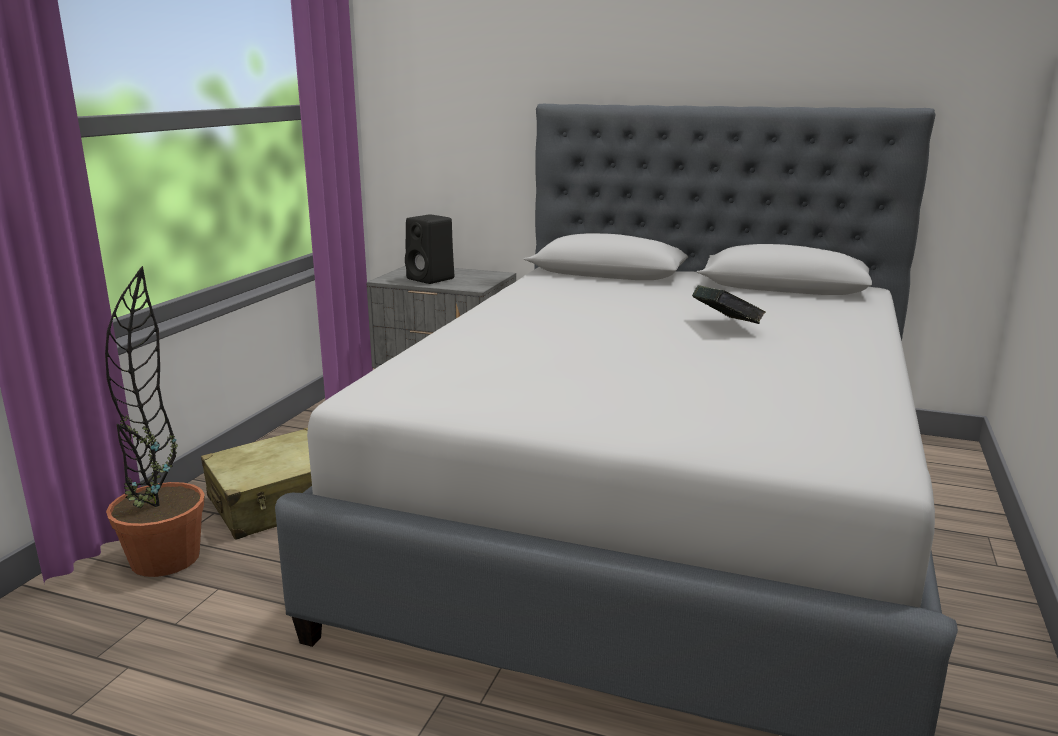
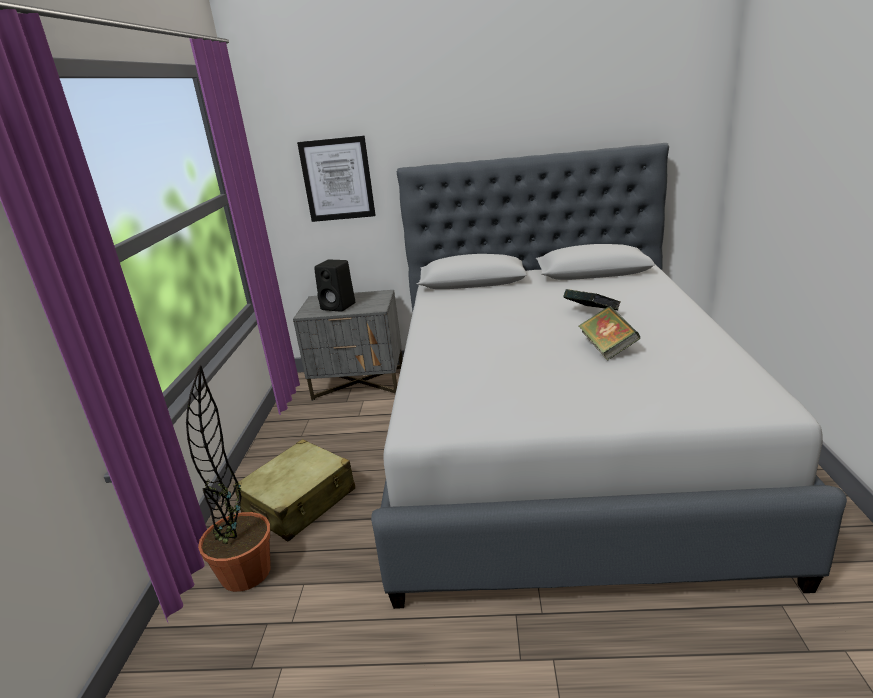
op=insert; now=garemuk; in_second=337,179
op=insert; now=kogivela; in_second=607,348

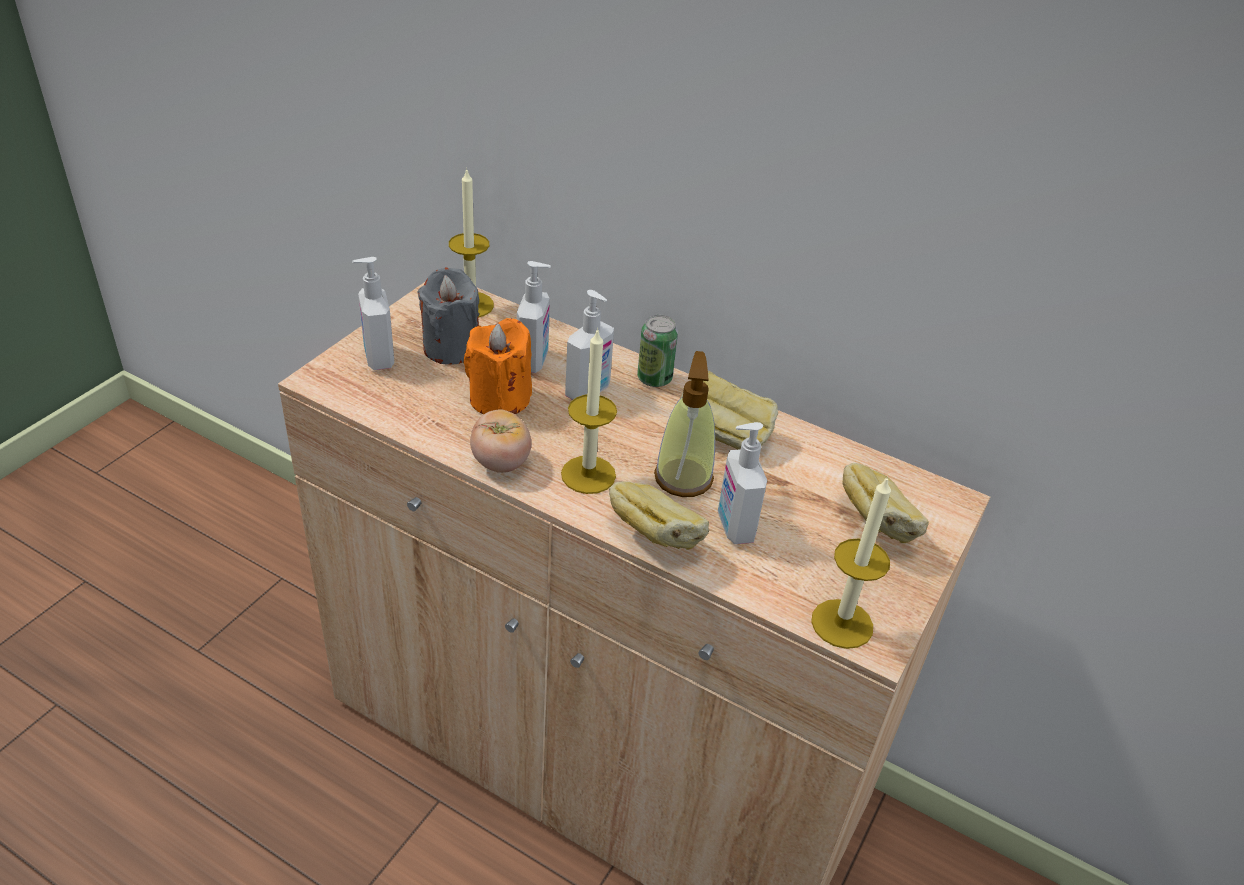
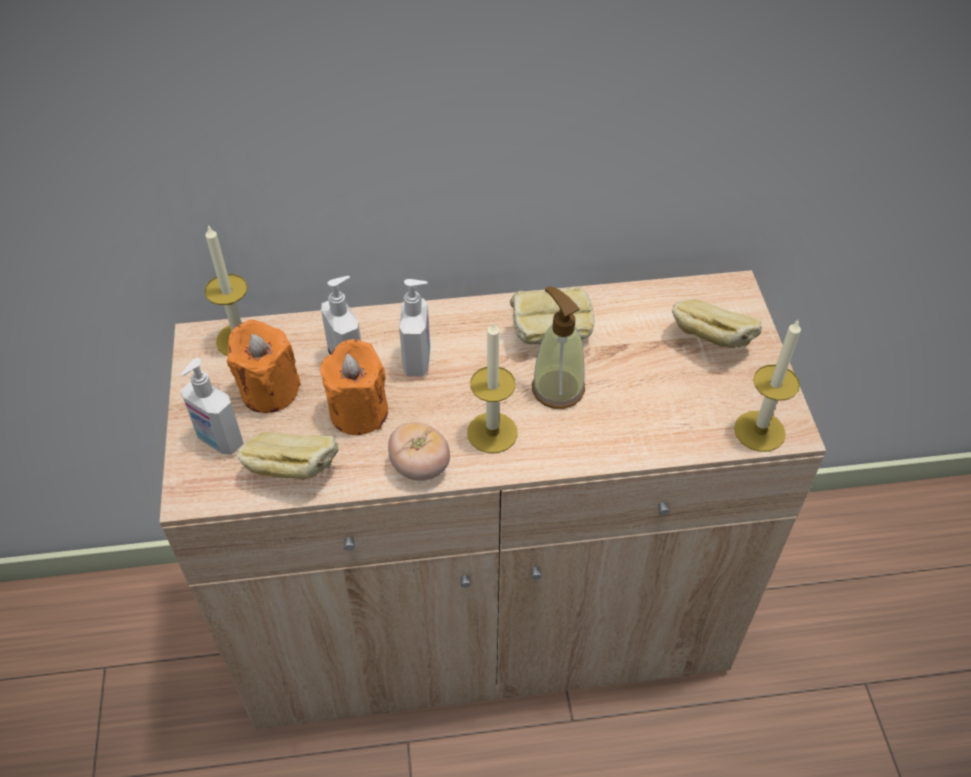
op=recolor; was=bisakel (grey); now=bisakel (orange); in_first=451,348; in_second=269,390
op=move; was=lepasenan; in_first=653,540; in_second=293,474
op=delete; was=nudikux; in_first=654,378
op=delete; was=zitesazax; in_first=734,526

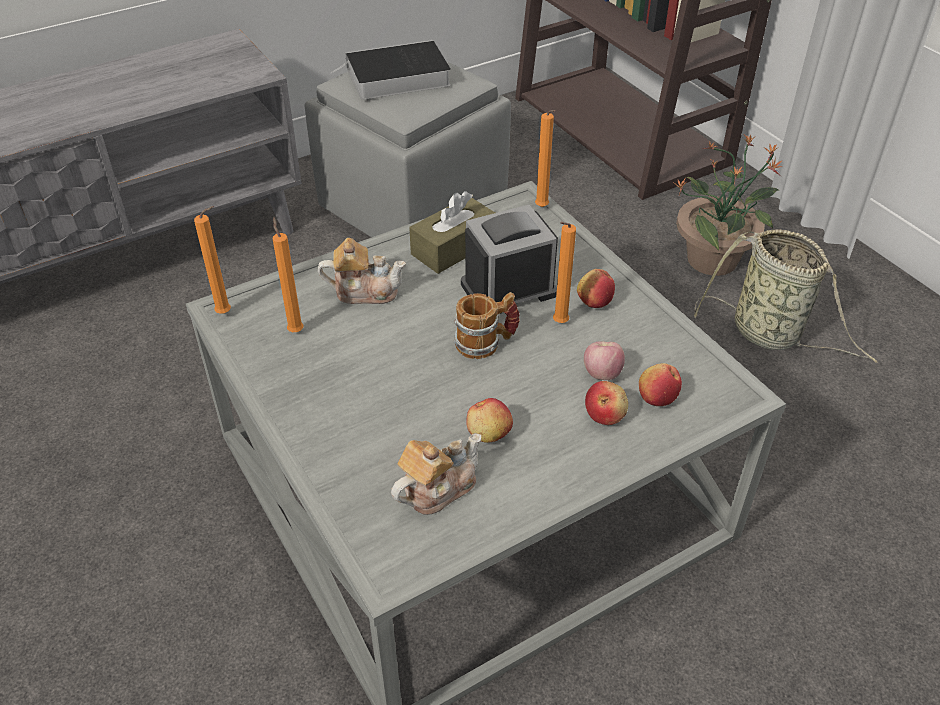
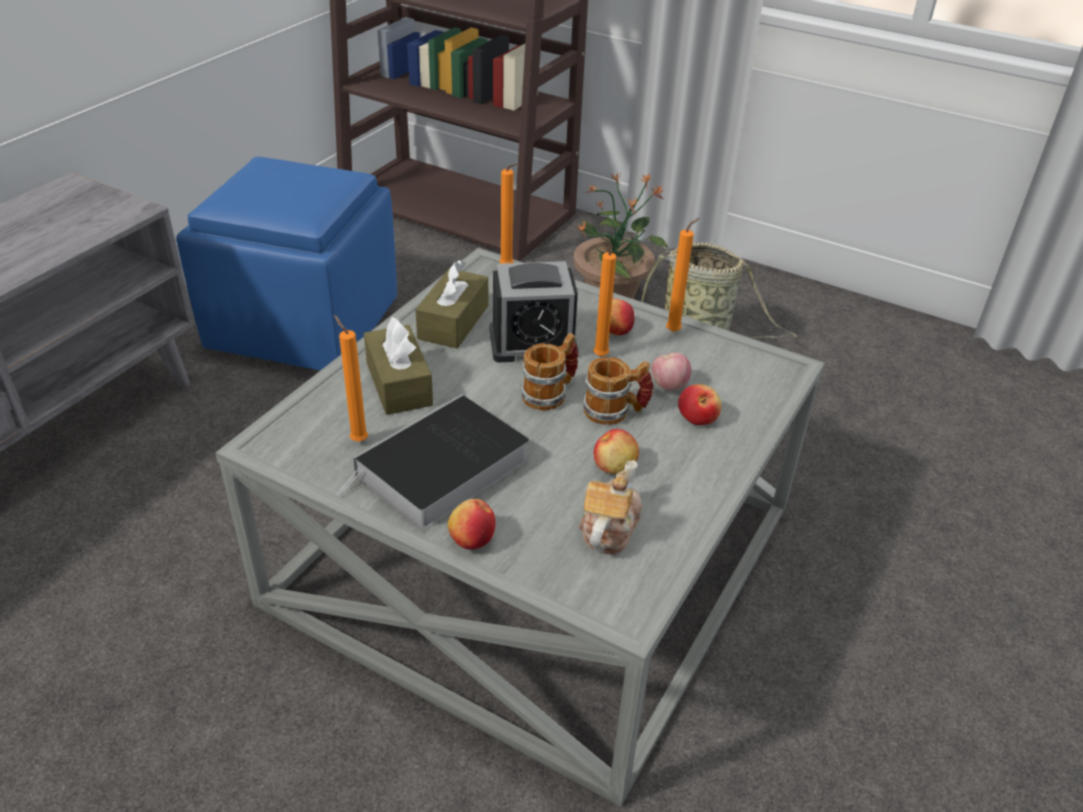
op=recolor; was=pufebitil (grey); now=pufebitil (blue); in_first=415,207; in_second=306,324
op=move; was=kogivela; in_first=395,77; in_second=440,471
op=replace; was=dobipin; now=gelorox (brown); in_first=365,291; in_second=399,384
op=move; was=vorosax; in_first=657,397; in_second=472,538
op=rotate; was=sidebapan; in_first=508,289; in_second=533,342; clockwise=-135
op=insert; now=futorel; in_second=615,411
op=move; was=bisakel (orange); in_first=226,313; in_second=675,331

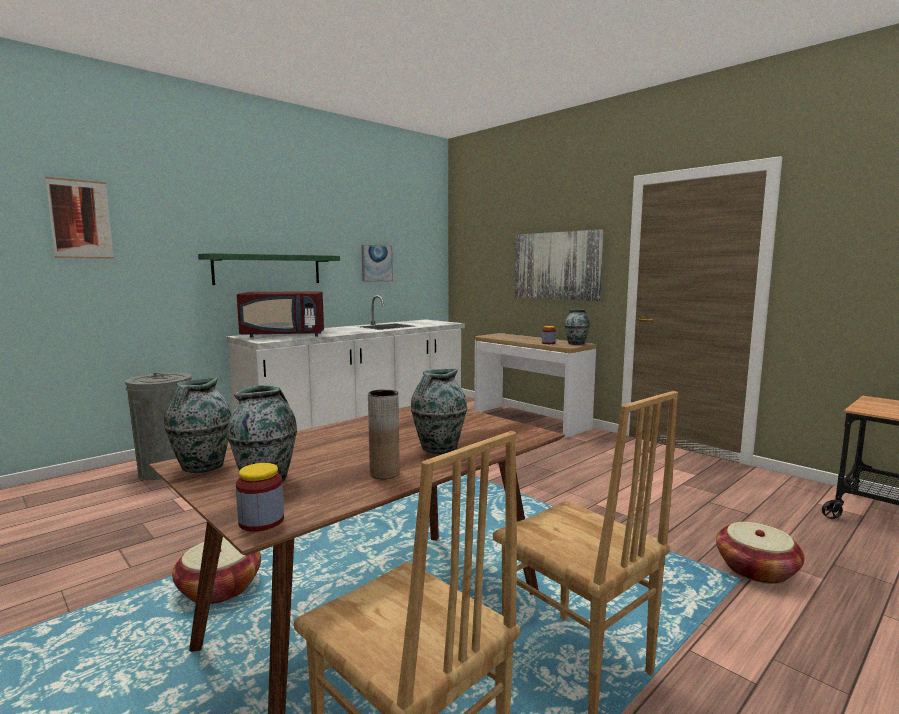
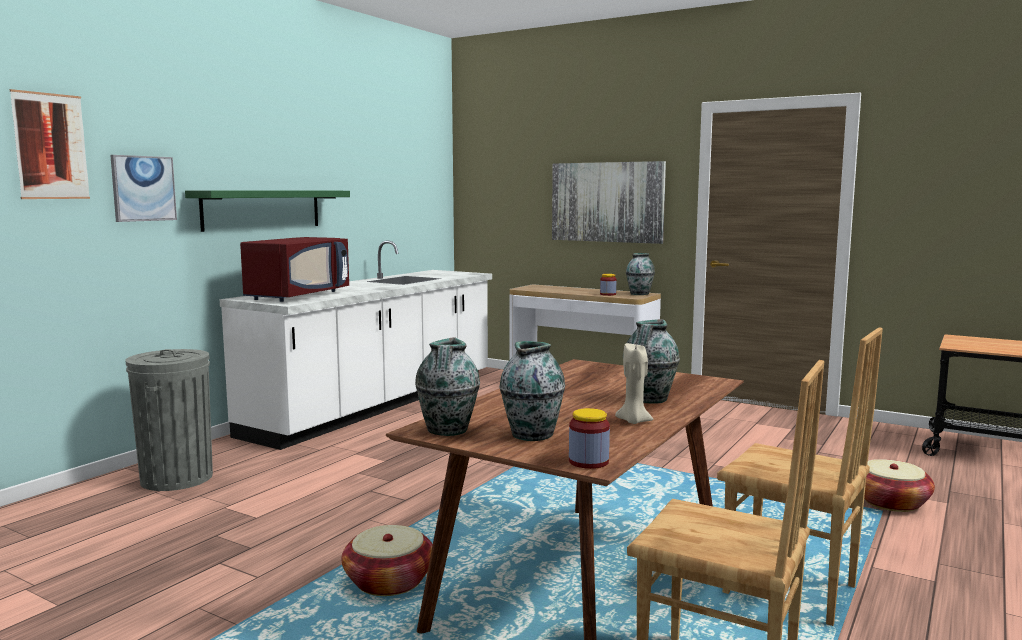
op=move; was=garemuk; in_first=376,263; in_second=143,188
op=rotate; was=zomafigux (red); in_first=284,335; in_second=298,296; clockwise=-45
op=replace; was=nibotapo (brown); now=bisakel (beige); in_first=384,473; in_second=633,421

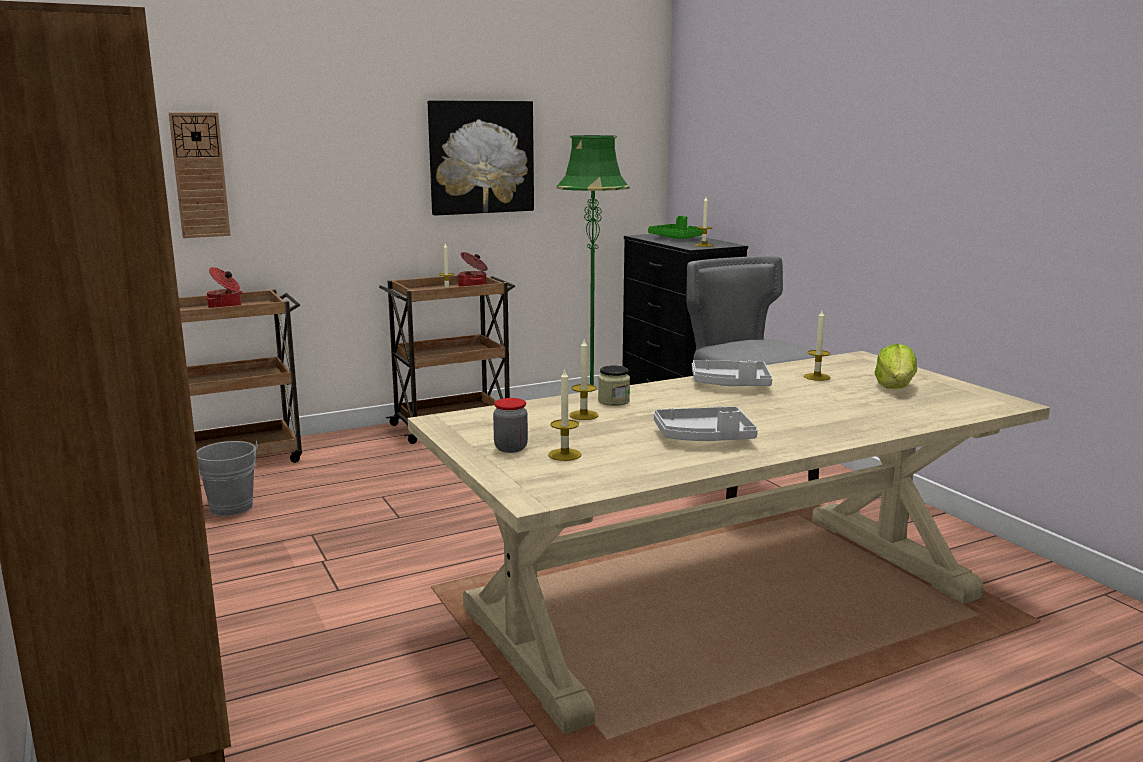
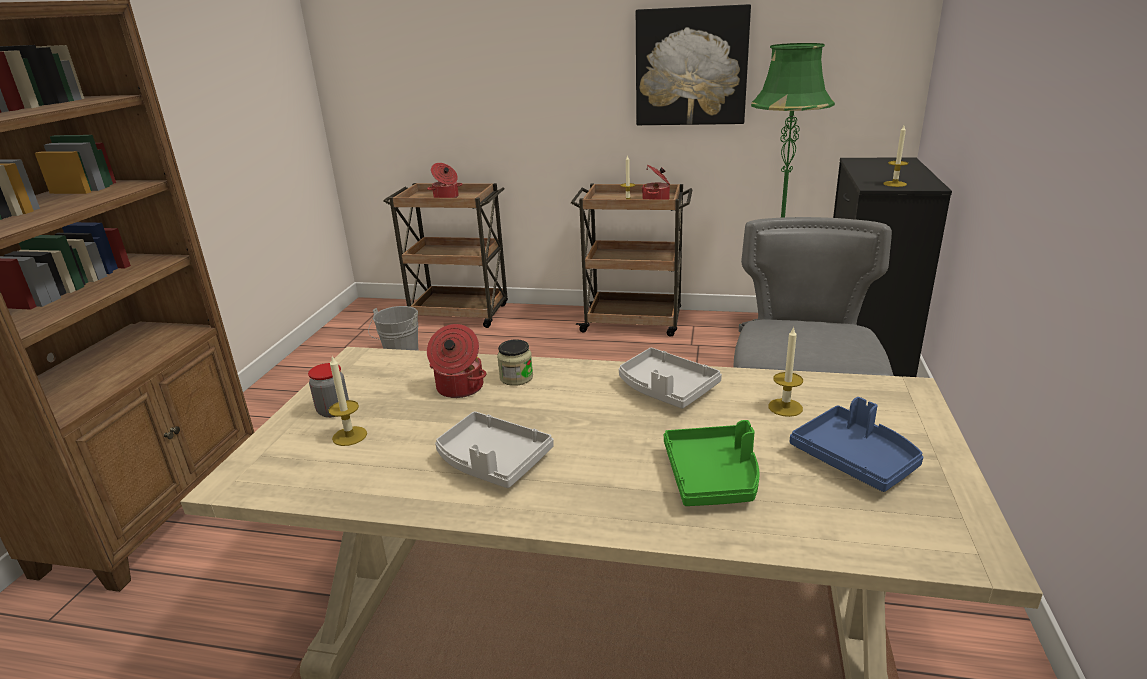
op=replace; was=bisakel; now=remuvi; in_first=583,415; in_second=459,388
op=move; was=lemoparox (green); in_first=677,238; in_second=713,477
op=replace; was=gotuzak; now=lemoparox (blue); in_first=895,387; in_second=855,459
op=delete; was=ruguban; in_first=200,175

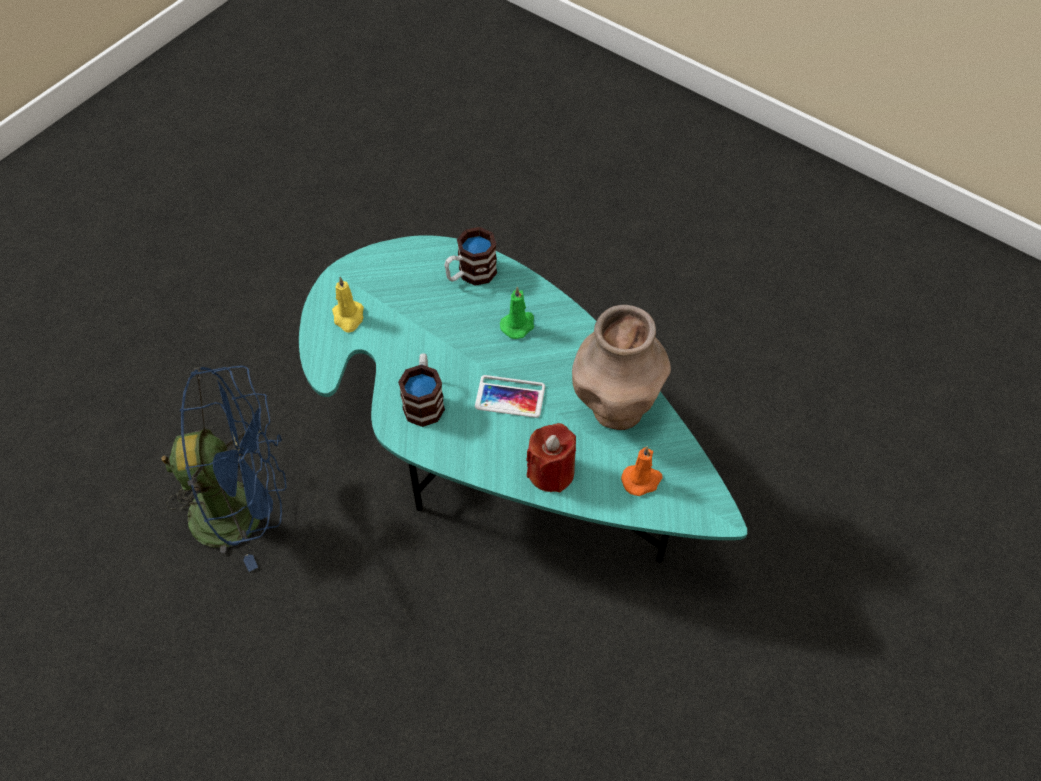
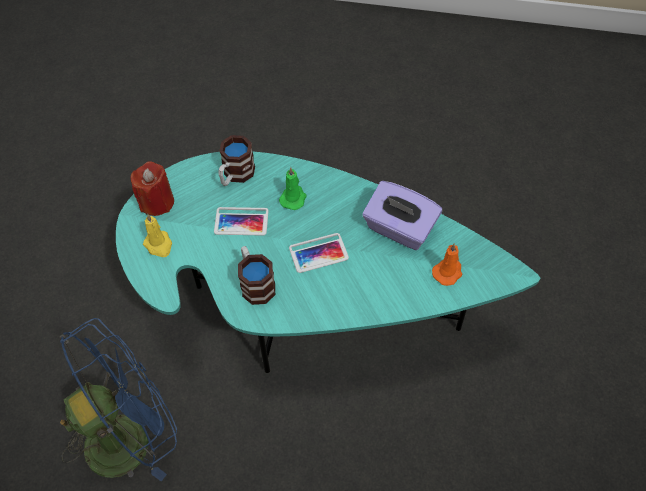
op=move; was=bisakel (red); in_first=551,472; in_second=157,202
op=insert; now=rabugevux; in_second=241,221
op=replace; was=nibotapo (brown); now=gelorox (purple); in_first=616,408; in_second=399,229

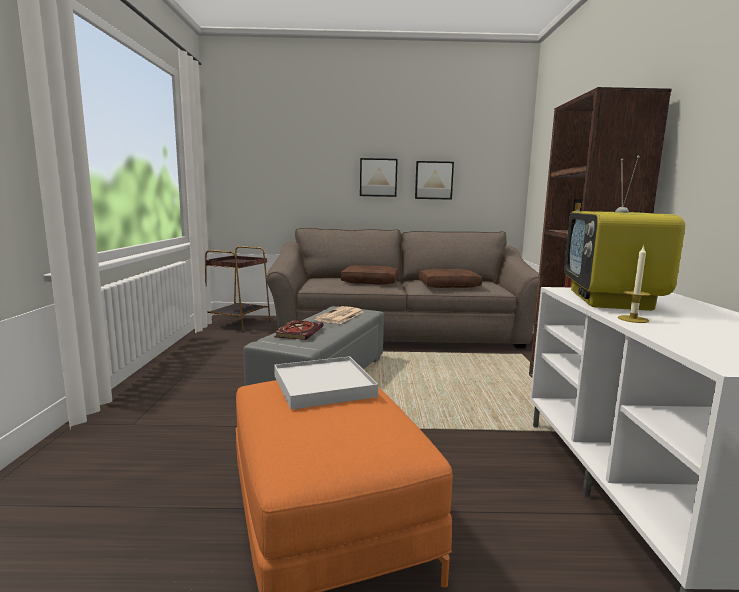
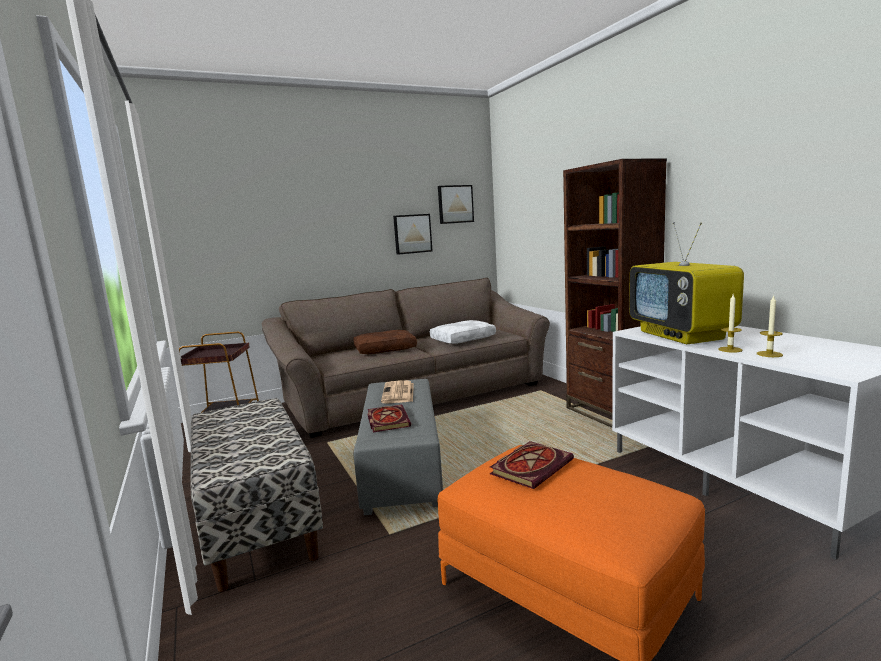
op=insert; now=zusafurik; in_second=256,520
op=recolor; was=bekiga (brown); now=bekiga (white); in_first=448,285; in_second=462,339
op=move; was=garemuk; in_first=378,177; in_second=455,204
op=replace; was=lemoparox (white); now=kogivela; in_first=323,386; in_second=531,466
op=insert; now=bisakel; in_second=769,354

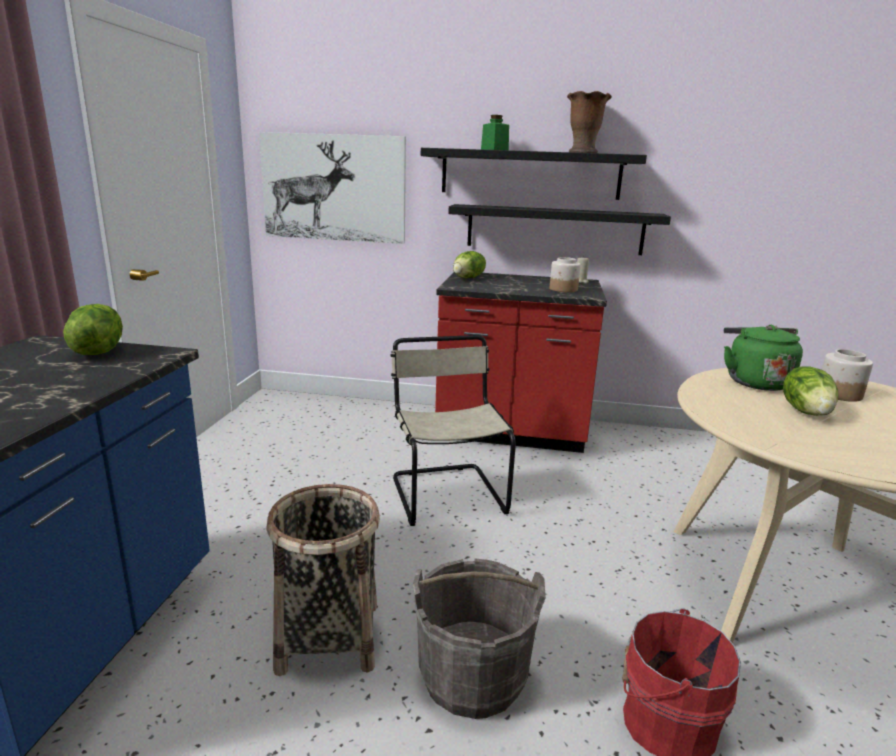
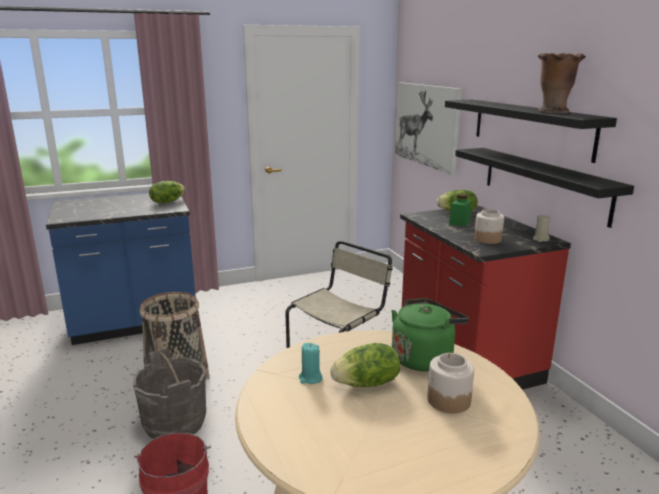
op=insert; now=bisakel (turquoise); in_second=310,378
op=move; was=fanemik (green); in_first=494,150; in_second=459,222

